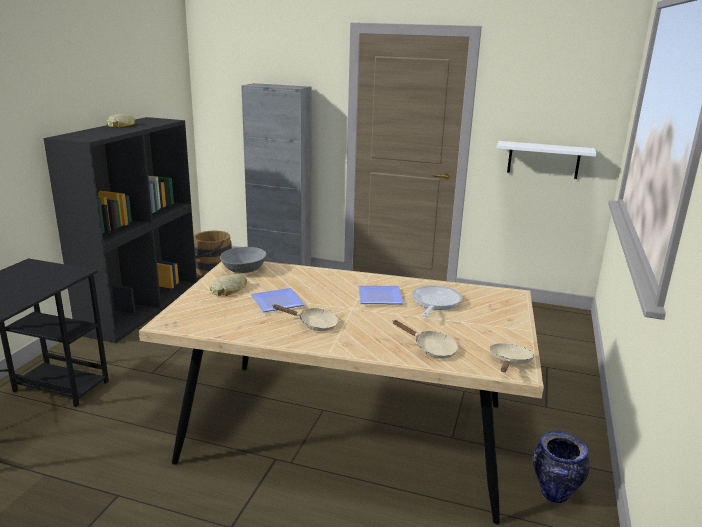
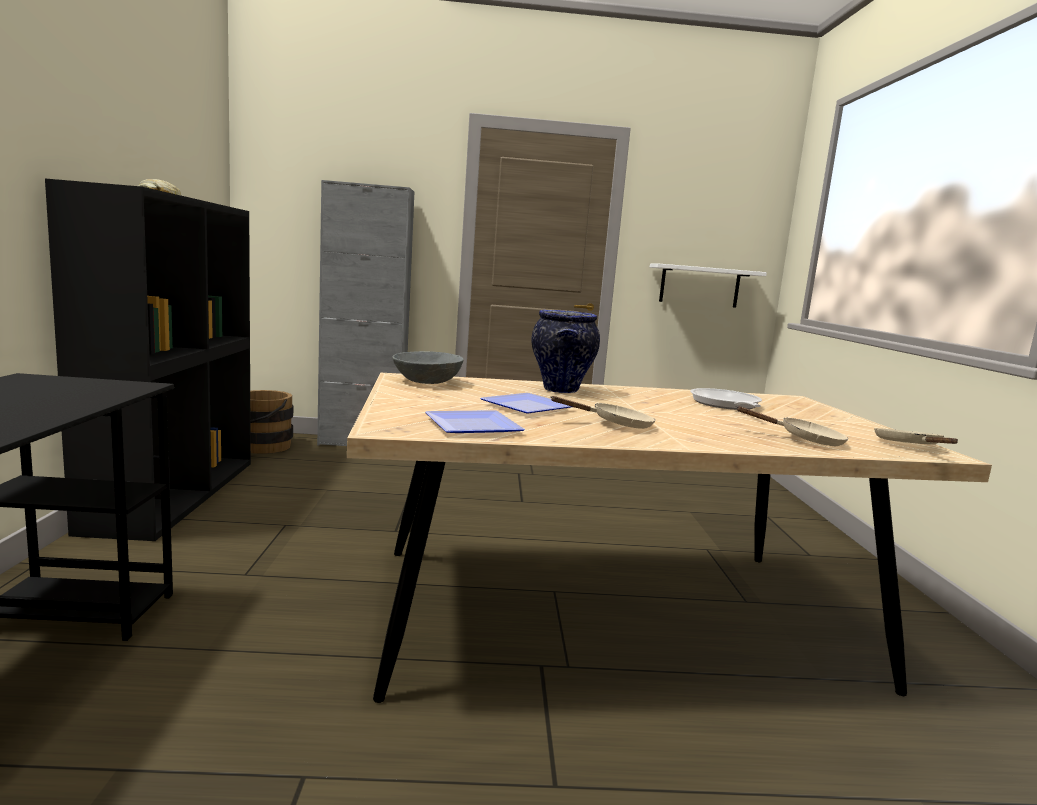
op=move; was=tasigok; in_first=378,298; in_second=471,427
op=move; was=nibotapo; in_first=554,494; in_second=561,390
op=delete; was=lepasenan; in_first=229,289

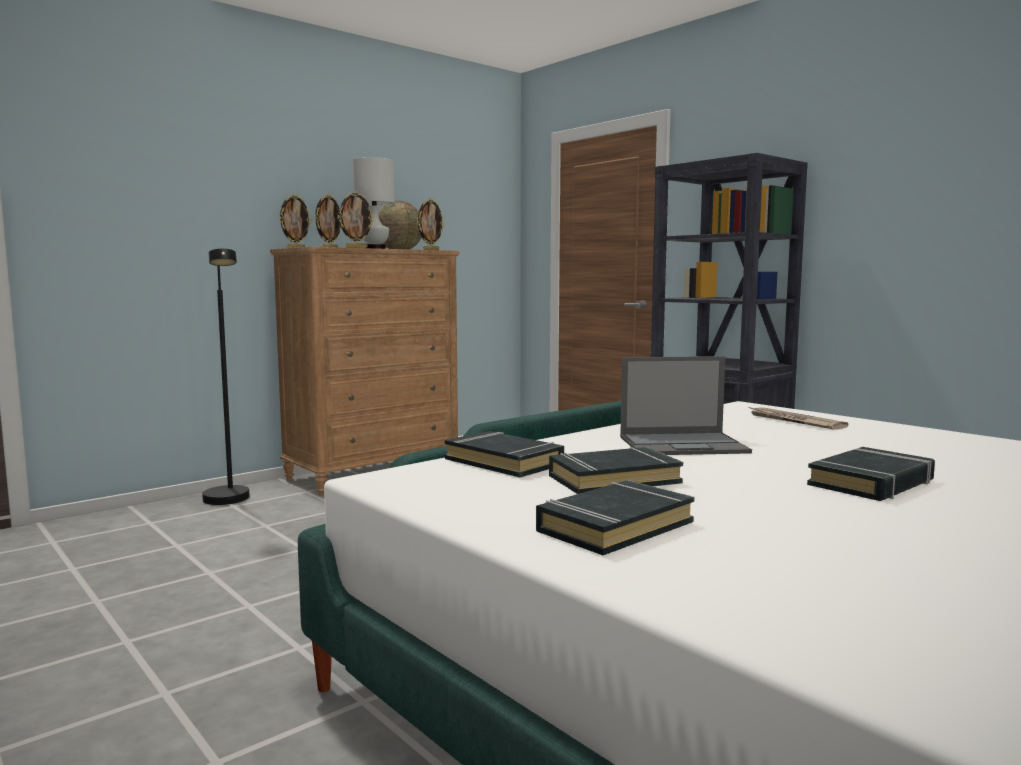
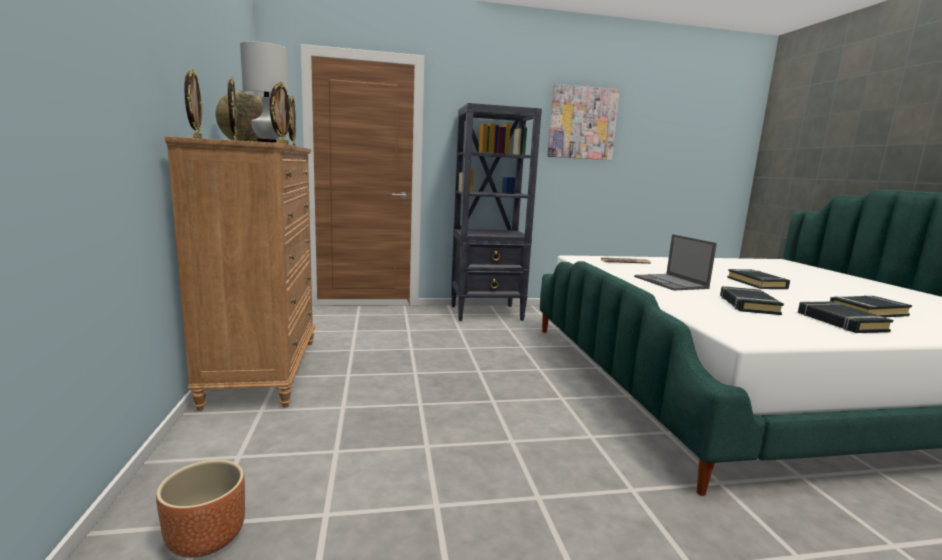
op=insert; now=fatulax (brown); in_second=205,539
op=insert; now=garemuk; in_second=582,123
op=rotate; was=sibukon; in_first=684,445; in_second=671,282; clockwise=135
op=move; was=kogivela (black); in_first=504,462; in_second=867,311
op=delete; was=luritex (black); in_first=229,501

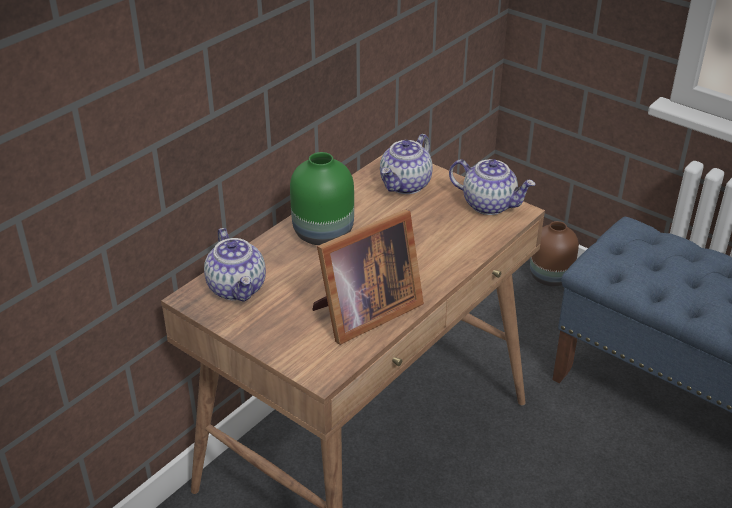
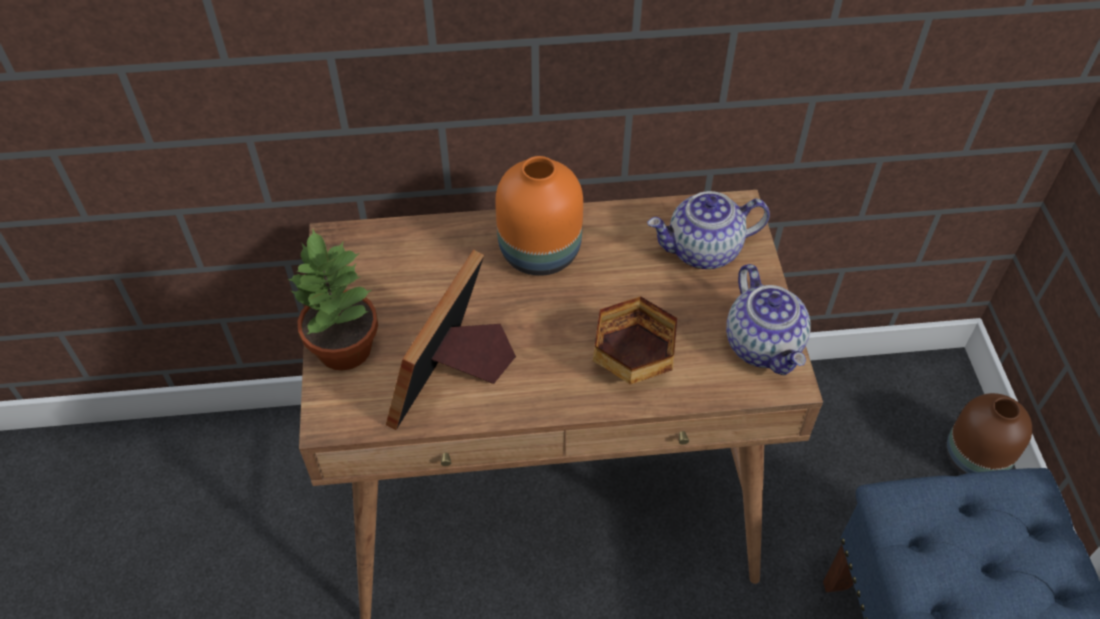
op=insert; now=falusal; in_second=344,349
op=rotate; was=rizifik; in_first=363,313; in_second=453,380; clockwise=105
op=recolor; was=nibotapo (green); now=nibotapo (orange); in_first=323,234; in_second=538,253
op=insert; now=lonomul; in_second=635,363
op=delete; was=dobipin; in_first=238,288

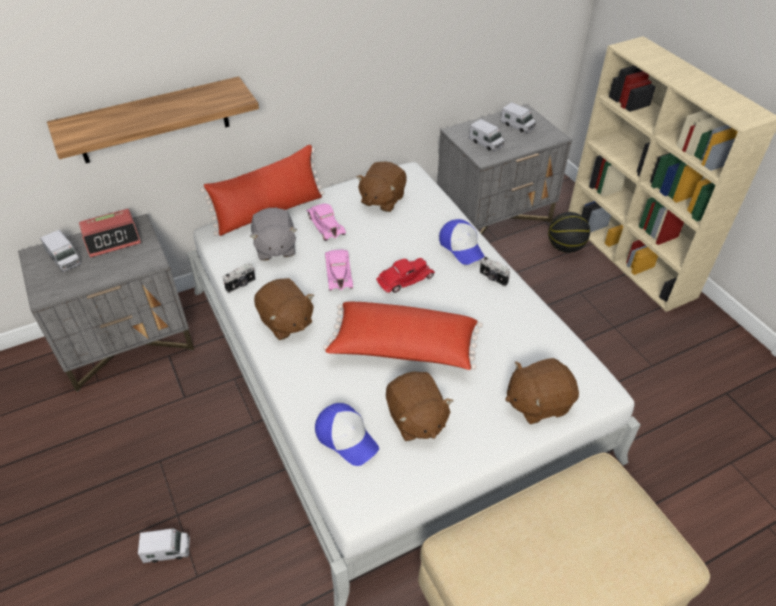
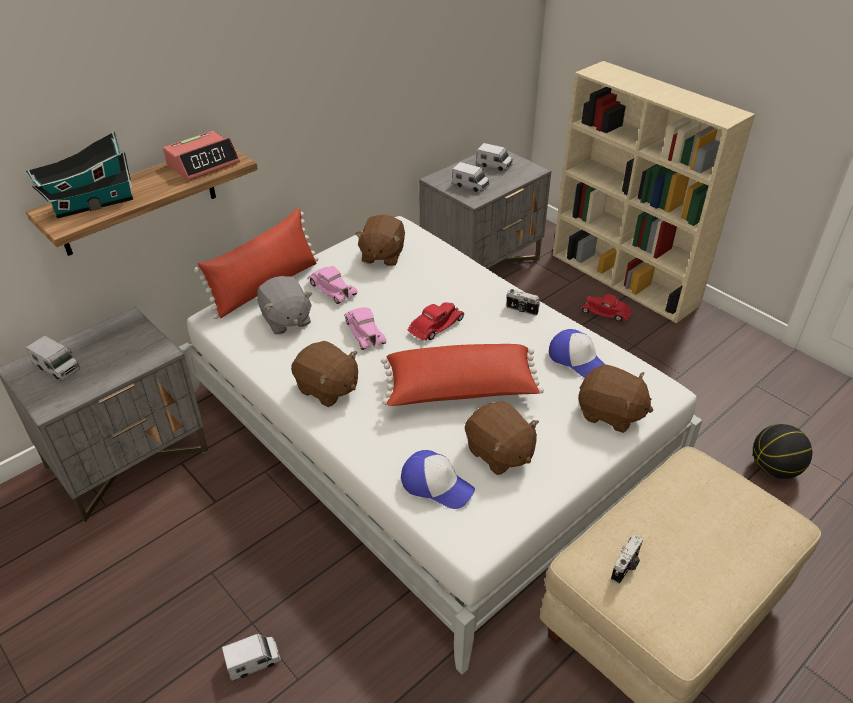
op=insert; now=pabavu; in_second=90,205
op=move; was=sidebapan; in_first=112,239; in_second=203,163
op=move; was=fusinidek; in_first=462,247; in_second=577,360
op=rotate; was=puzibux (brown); in_first=538,403; in_second=610,414; clockwise=-120
op=insert; now=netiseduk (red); in_second=605,312
op=move; was=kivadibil; in_first=241,285; in_second=626,567
op=move; was=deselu; in_first=565,247; in_second=774,469

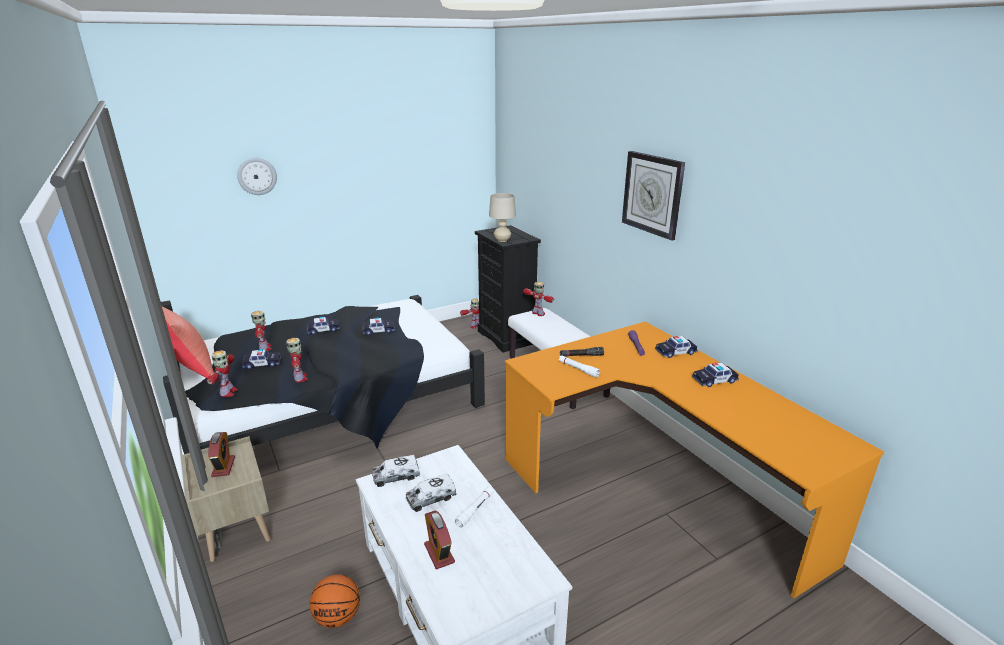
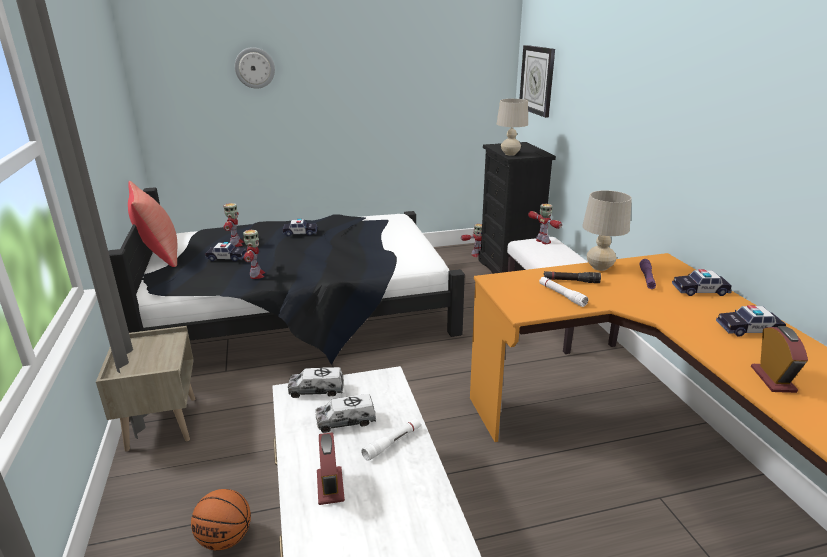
op=move; was=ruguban; in_first=652,194; in_second=537,80
op=insert; now=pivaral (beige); in_second=599,267
op=move; was=sidebapan; in_first=223,467; in_second=773,379
op=delete; was=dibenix; in_first=228,392
op=delete; was=netiseduk; in_first=378,330

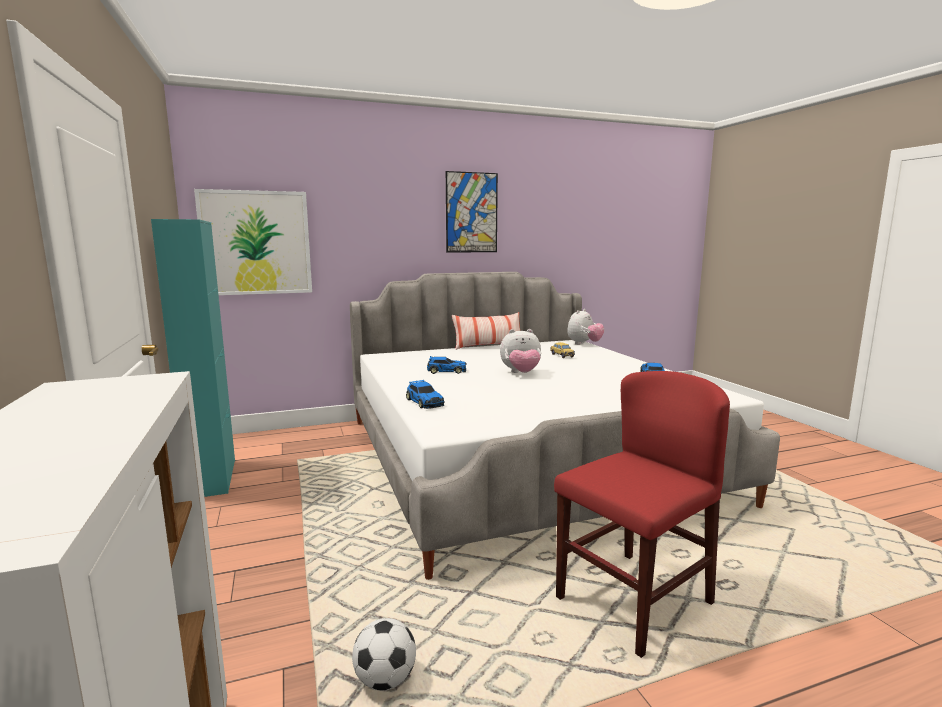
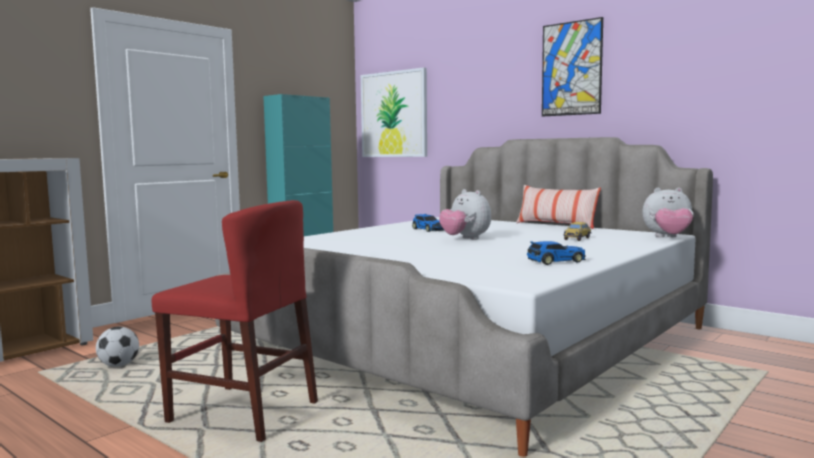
op=delete; was=netiseduk; in_first=425,402

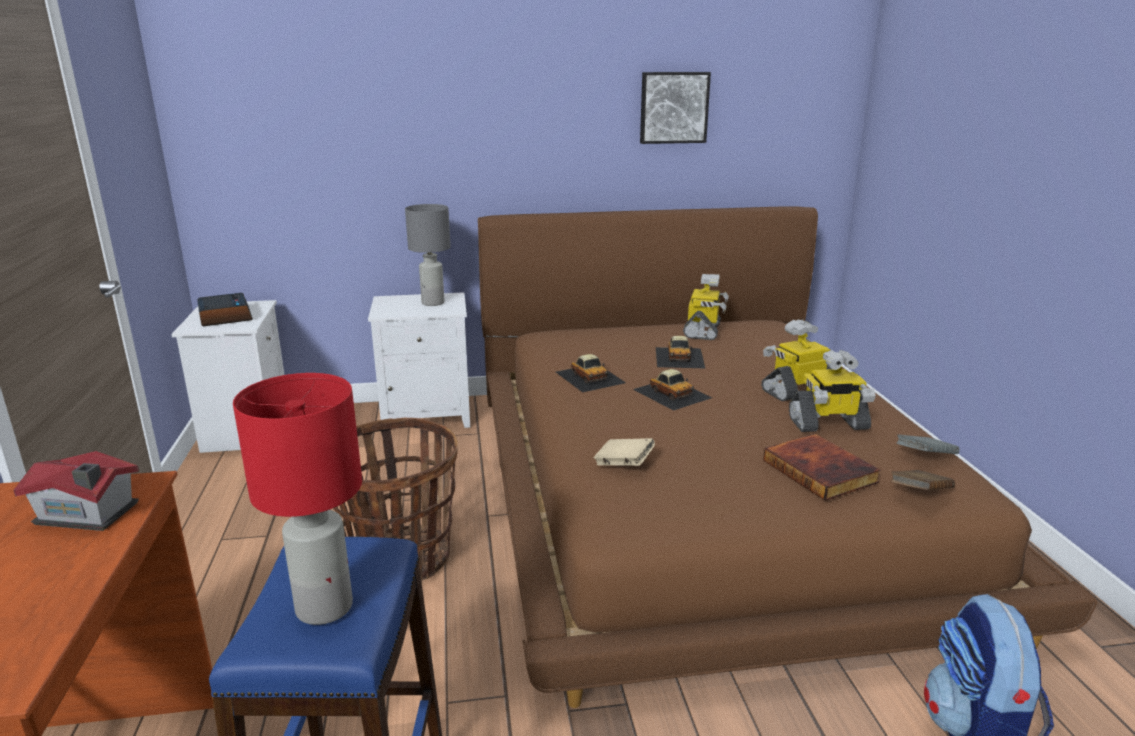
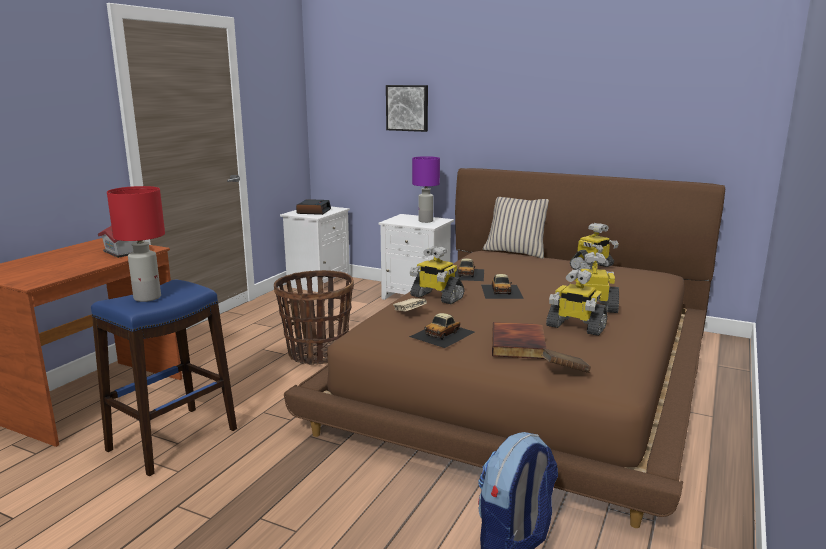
op=move; was=garemuk; in_first=673,107; in_second=407,108
op=move; was=netiseduk; in_first=679,357; in_second=443,334
op=insert; now=dibenix; in_second=436,297
op=recolor; was=pivaral (grey); now=pivaral (purple); in_first=433,303; in_second=425,221
op=insert; now=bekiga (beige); in_second=516,252
op=delete; was=kogivela (grey); in_first=925,457

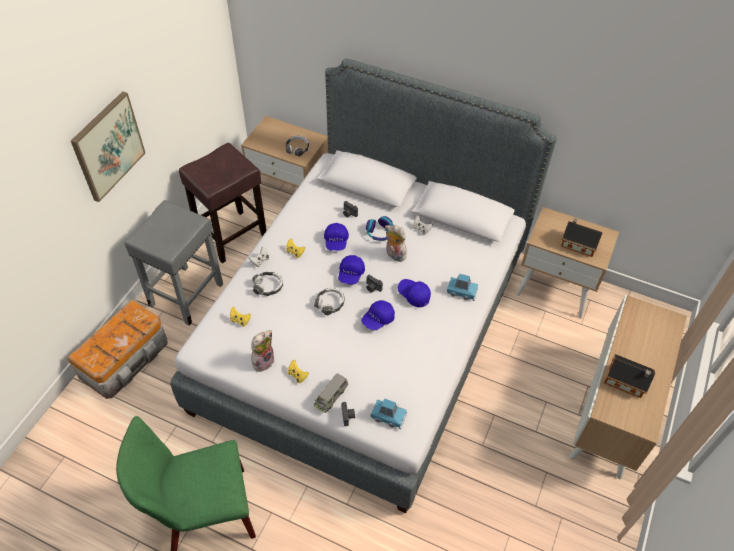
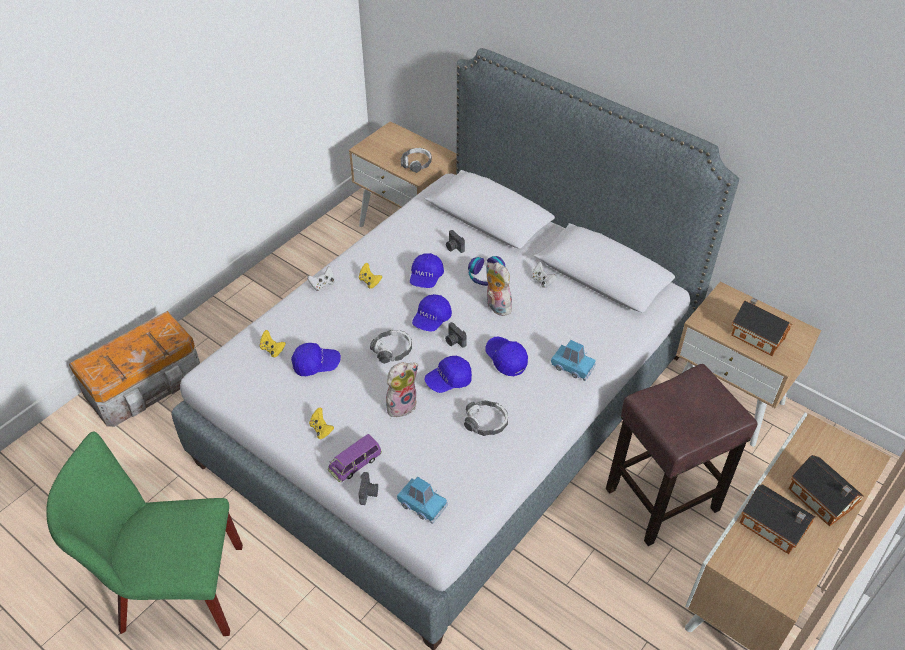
op=insert; now=fusinidek (blue); in_second=316,365
op=recolor; was=netiseduk (grey); now=netiseduk (purple); in_first=331,396; in_second=355,464
op=move; was=puzibux; in_first=263,360; in_second=401,404
op=move; was=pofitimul; in_first=268,286; in_second=486,422
op=move; was=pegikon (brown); in_first=232,235; in_second=663,498
op=insert; now=pabavu; in_second=822,501
op=delete; was=garemuk; in_first=108,146
op=delete; was=pegikon (grey); in_first=187,294

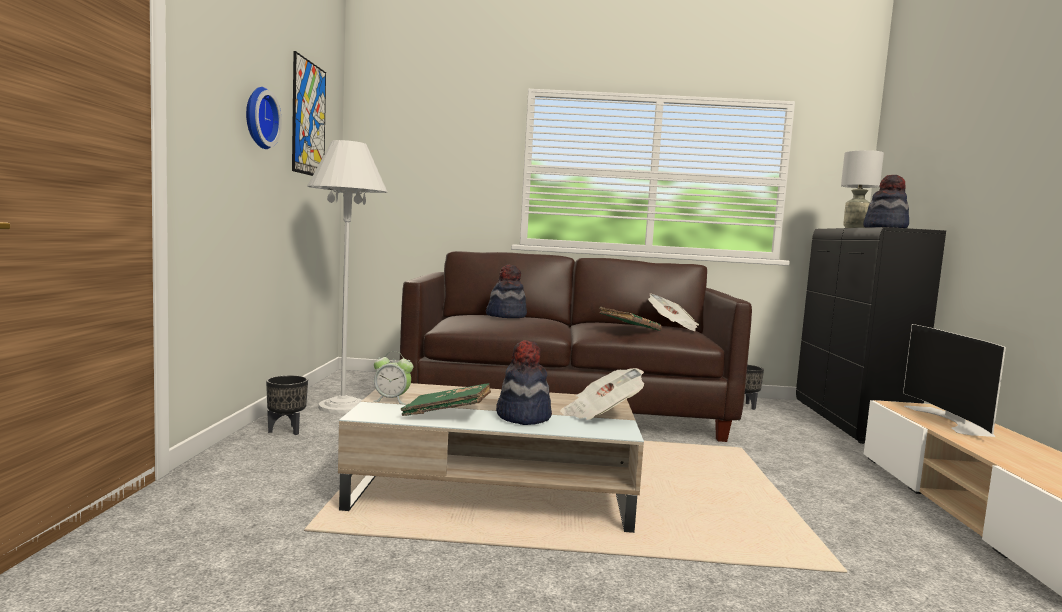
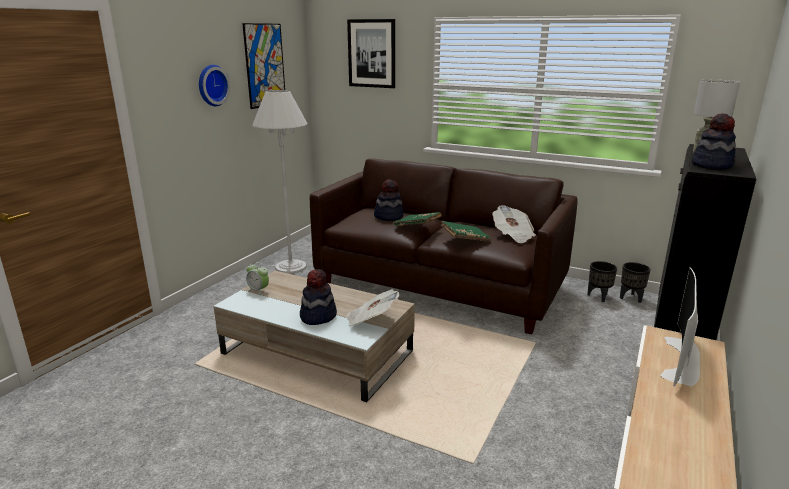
op=insert; now=garemuk; in_second=372,53
op=move; was=kogivela (green); in_first=447,414; in_second=417,226
op=move; was=fatulax (black); in_first=286,431; in_second=631,298

